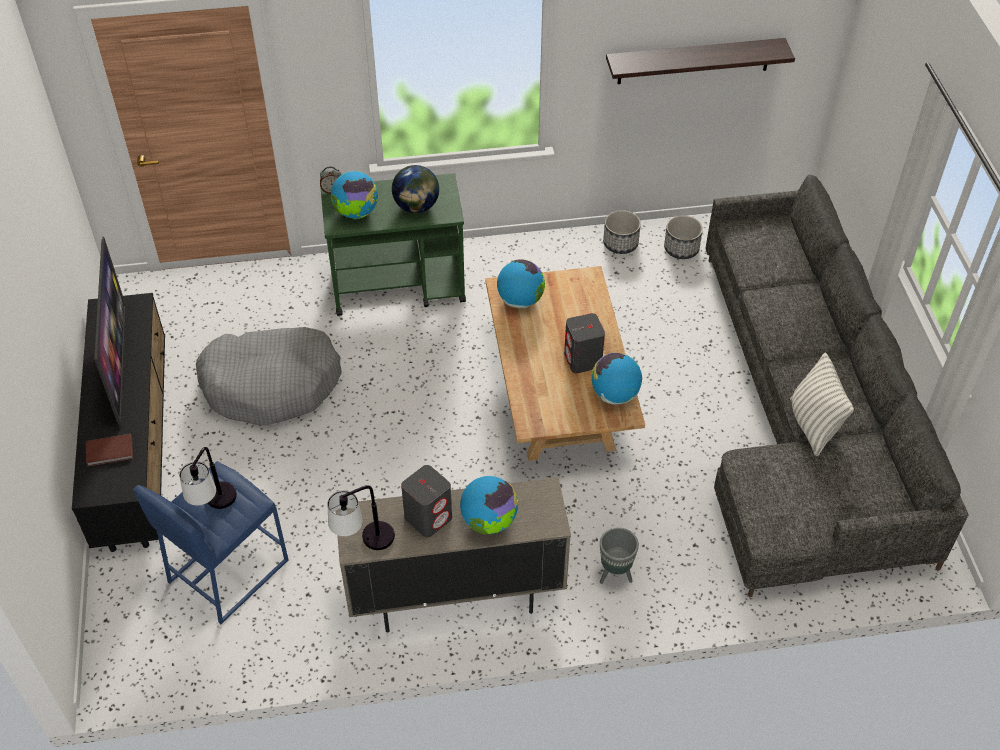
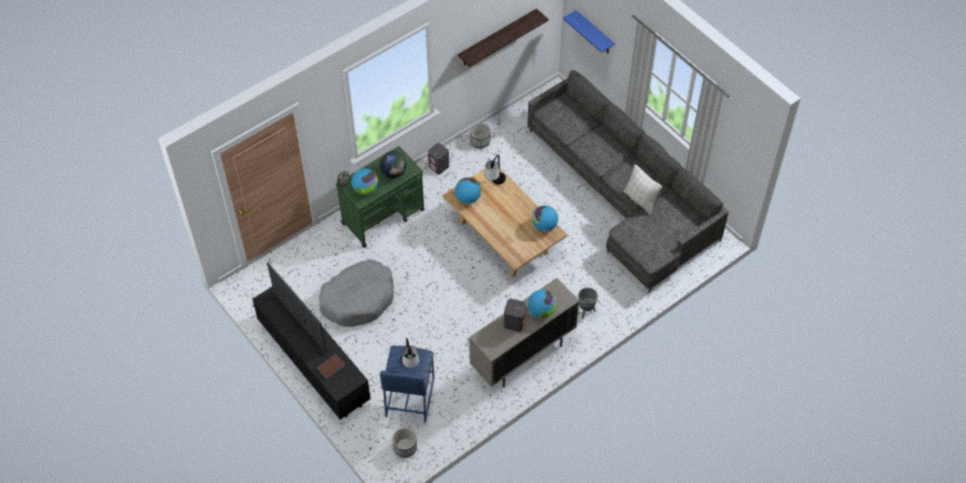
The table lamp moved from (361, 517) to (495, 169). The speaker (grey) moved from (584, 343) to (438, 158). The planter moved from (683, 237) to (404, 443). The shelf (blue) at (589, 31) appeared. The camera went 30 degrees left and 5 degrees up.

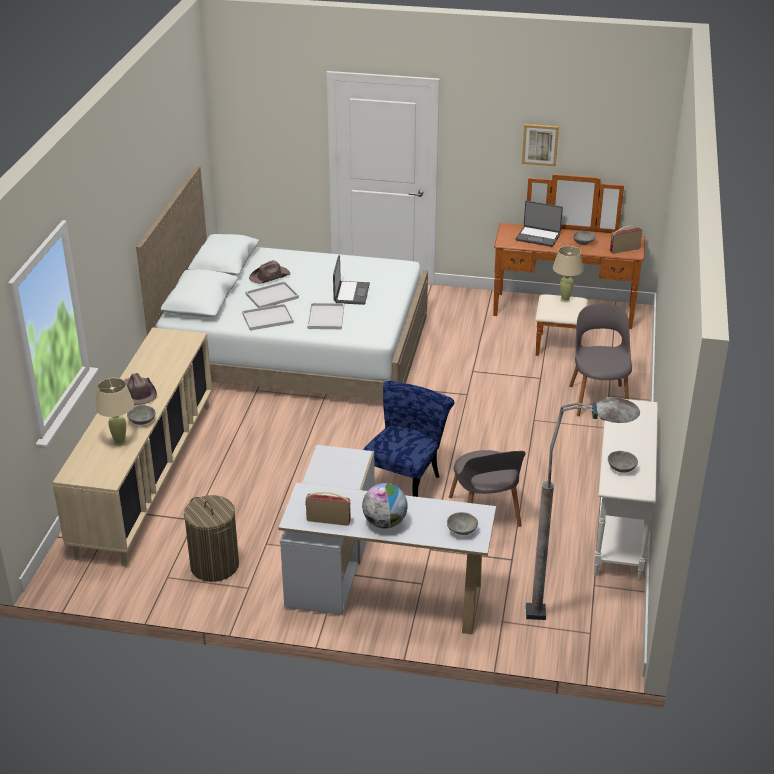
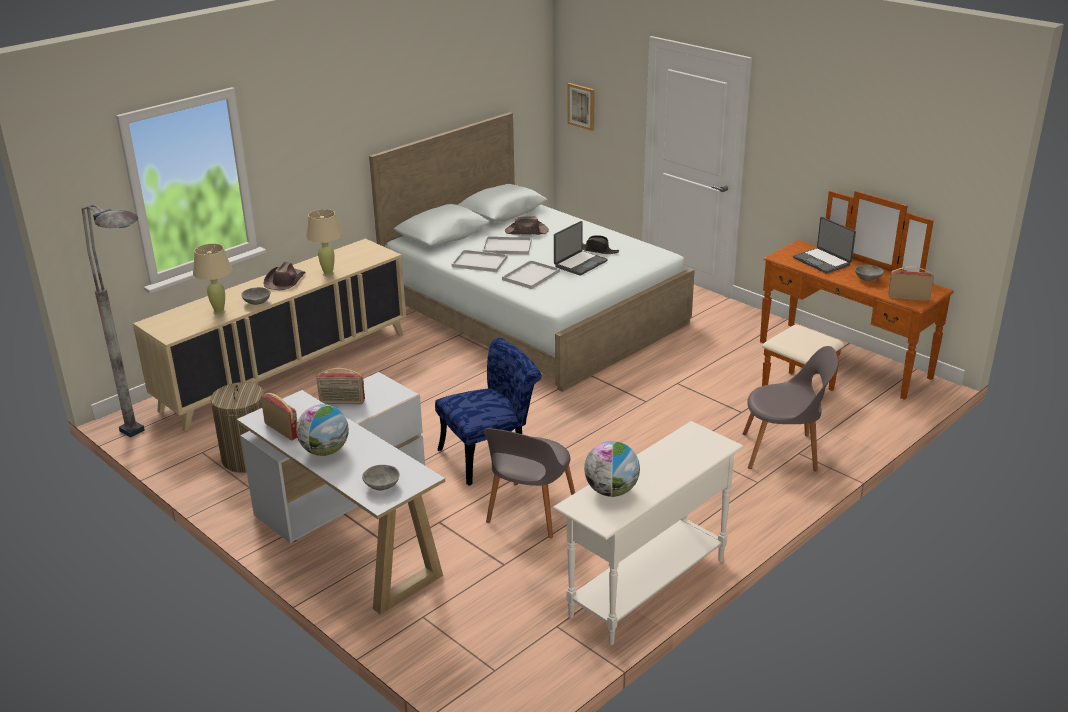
The picture moved from (540, 145) to (581, 107). The floor lamp (grey) moved from (583, 509) to (113, 321). The table lamp (beige) moved from (568, 274) to (324, 242). The chair (grey) at (600, 360) turned 60 degrees clockwise. The bowl (grey) at (623, 462) was replaced by the globe at (612, 469). The radio at (341, 386) appeared. The hat (black) at (600, 244) appeared. The camera went 35 degrees right and 5 degrees down.

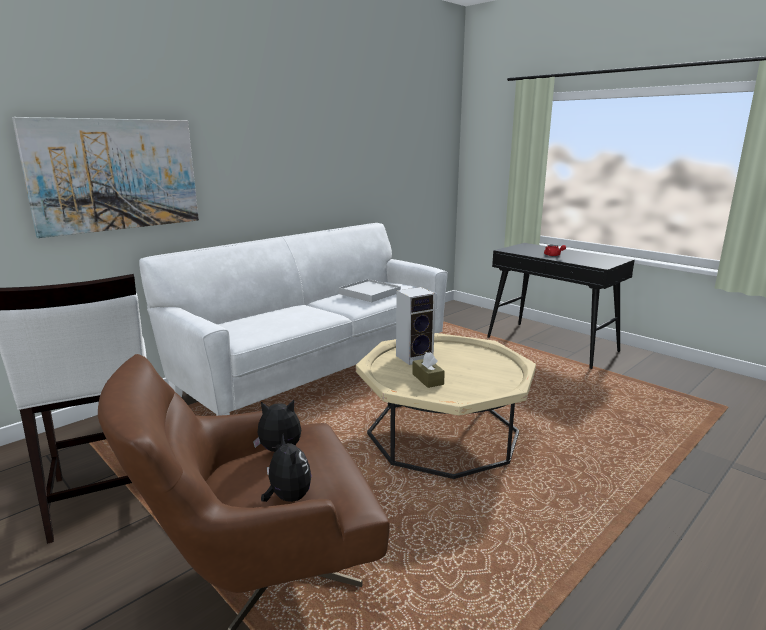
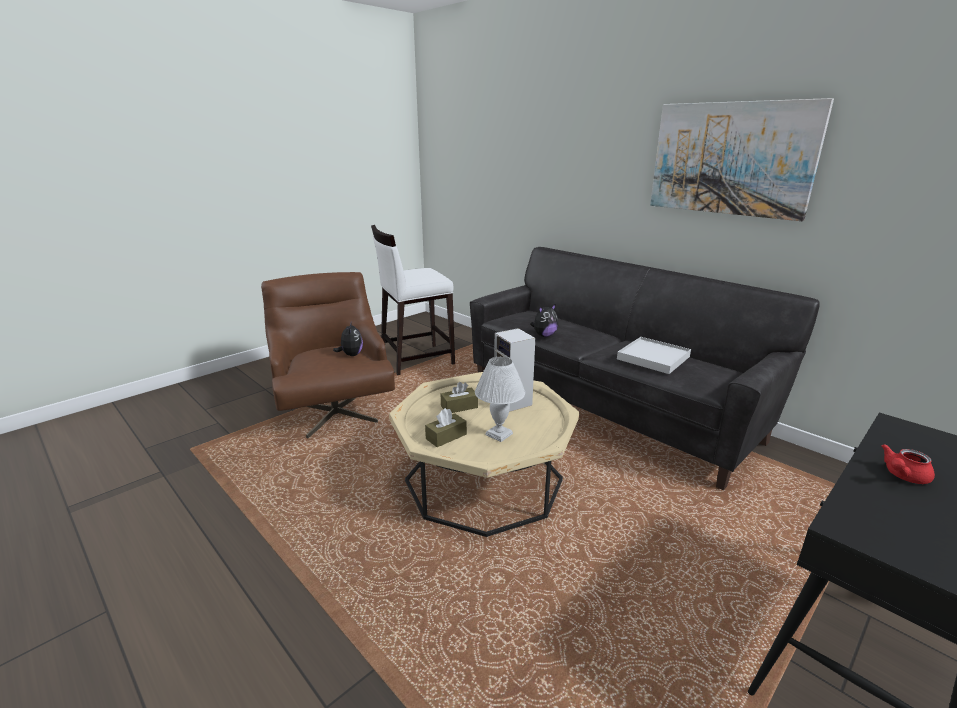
The picture moved from (105, 177) to (742, 159). The sofa (white) at (293, 319) became the sofa (black) at (645, 368). The plush toy moved from (286, 468) to (544, 320). The tissue box (brown) at (446, 427) appeared. The table lamp (white) at (500, 399) appeared. The camera went 90 degrees right and 5 degrees up.

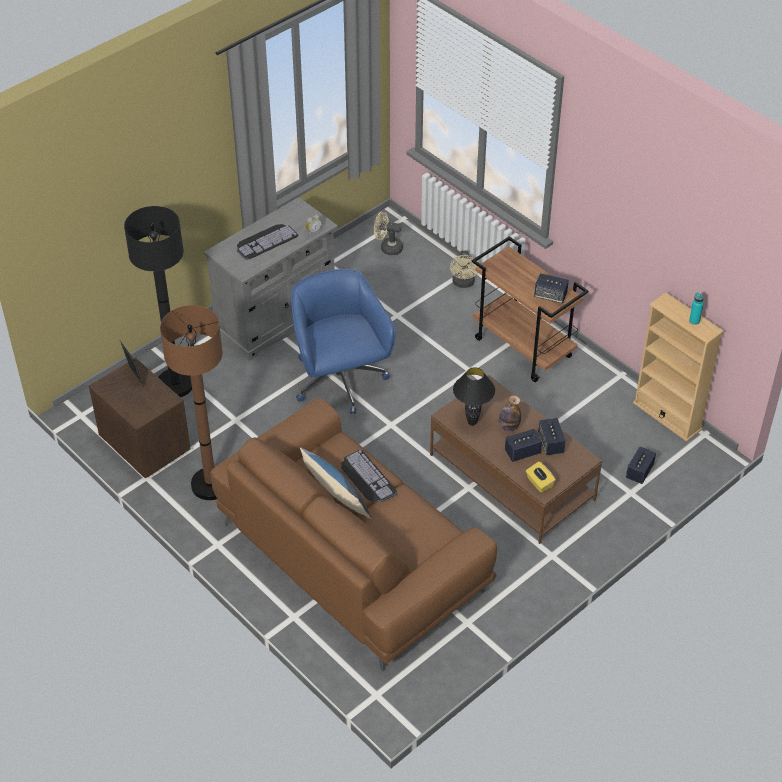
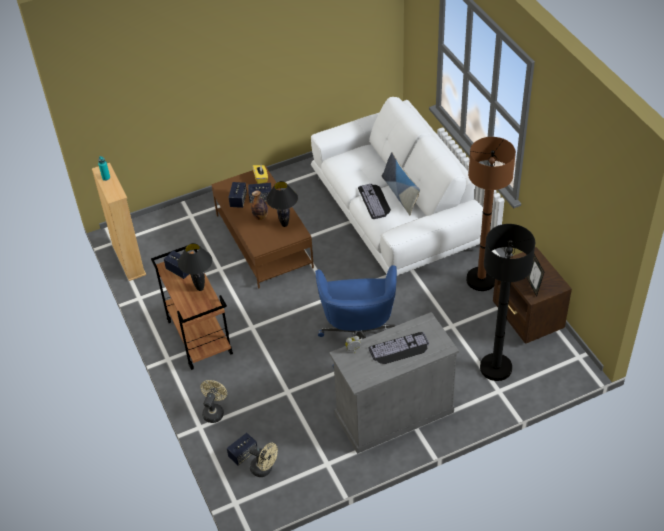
The sofa (brown) at (353, 535) became the sofa (white) at (397, 186). The speaker moved from (641, 465) to (242, 449). The table lamp (black) at (195, 267) appeared. The camera went 160 degrees left and 0 degrees up.

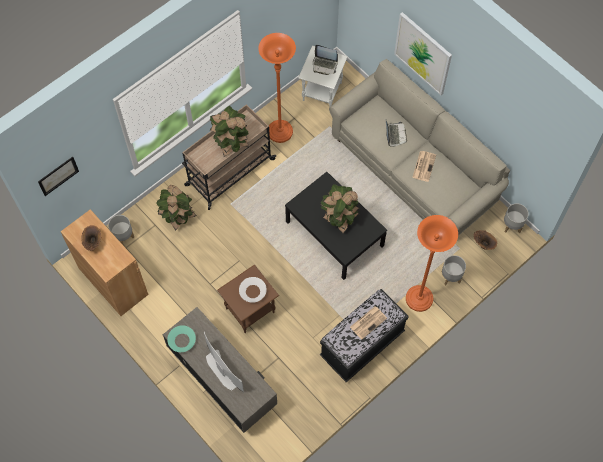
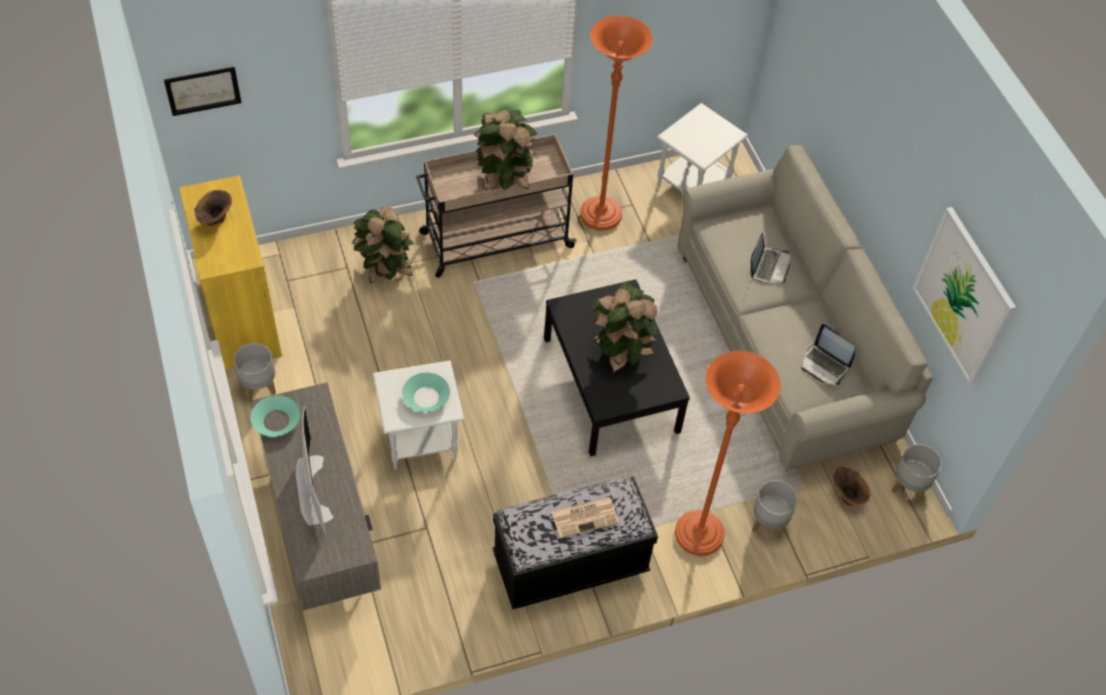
The cabinet (brown) at (105, 262) became the cabinet (yellow) at (230, 272). The planter (grey) moved from (121, 230) to (255, 372). The side table (brown) at (248, 299) became the side table (white) at (418, 415). The bowl (white) at (253, 290) became the bowl (turquoise) at (426, 392). The laptop moved from (325, 60) to (828, 354). The picture moved from (423, 53) to (964, 296). The newspaper at (424, 166) disappeared. The camera went 20 degrees right and 10 degrees down.

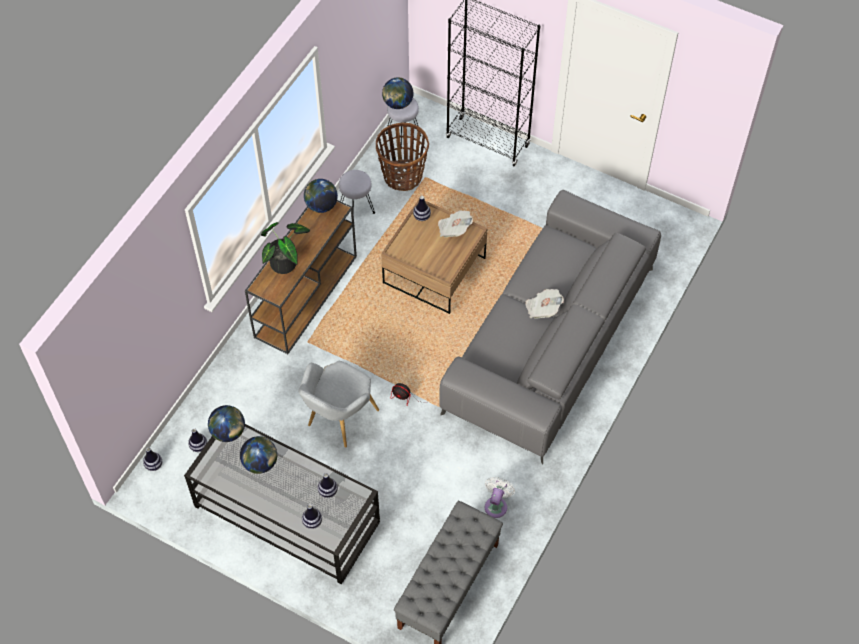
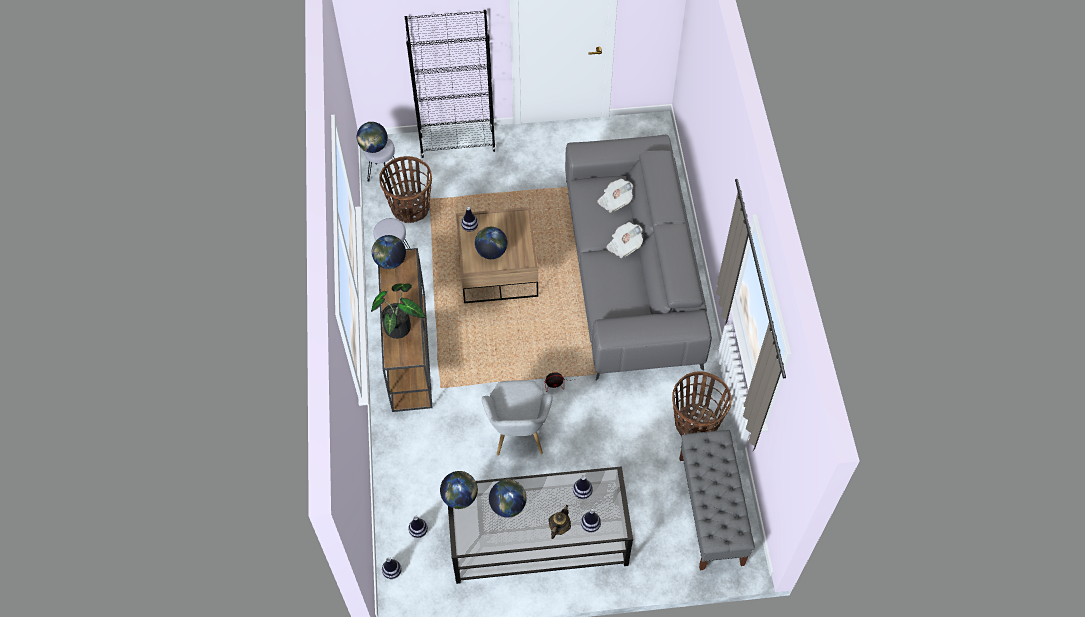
The newspaper moved from (455, 223) to (615, 196). The fan (white) at (500, 497) was replaced by the basket at (702, 403). The globe at (491, 243) appeared. The teapot at (559, 522) appeared. The camera went 35 degrees left and 0 degrees up.

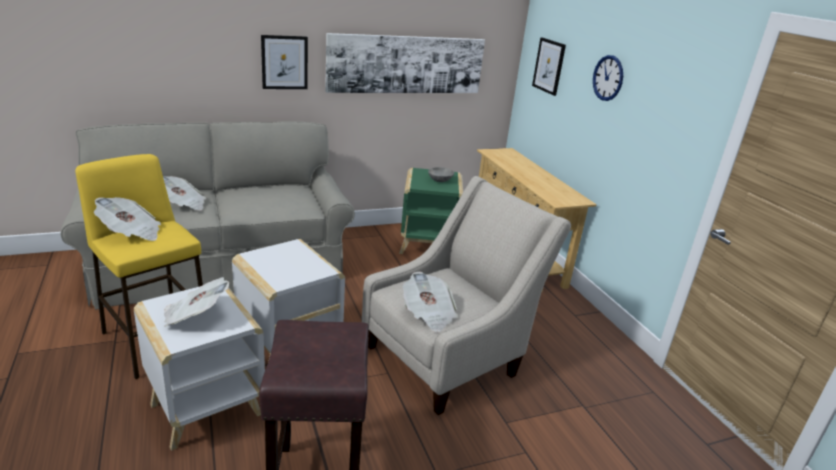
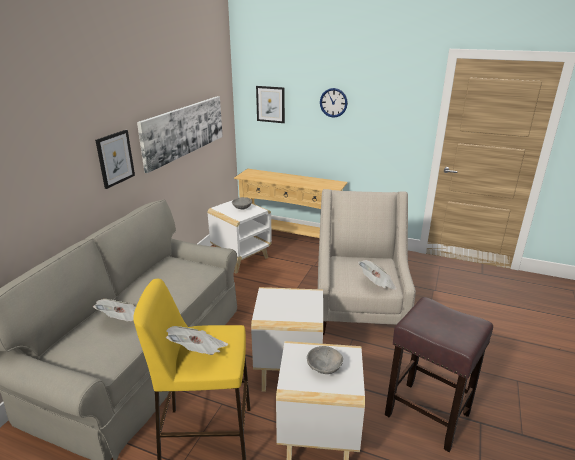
The newspaper at (196, 302) was replaced by the bowl (grey) at (325, 360). The side table (green) at (431, 211) became the side table (white) at (239, 237). The camera went 45 degrees left and 0 degrees up.

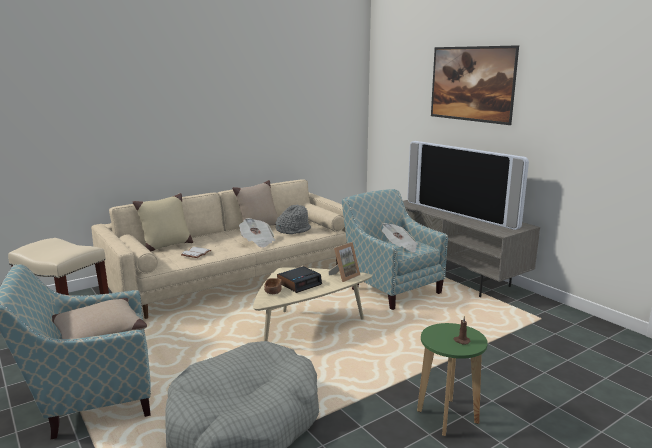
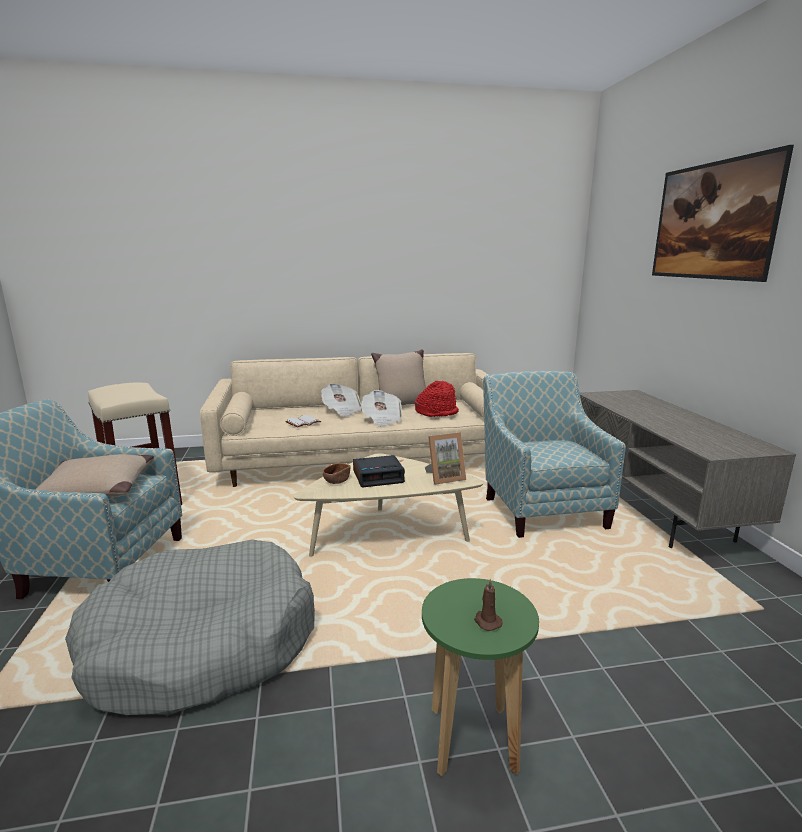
The pillow (beige) at (162, 222) disappeared. The hat (grey) at (293, 219) became the hat (red) at (437, 399). The newspaper moved from (400, 237) to (341, 400). The television at (468, 185) disappeared. The camera went 25 degrees right and 0 degrees up.

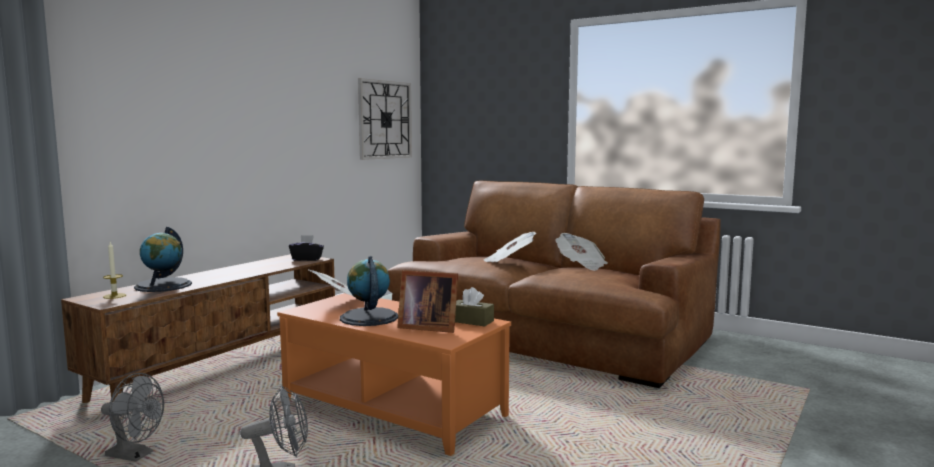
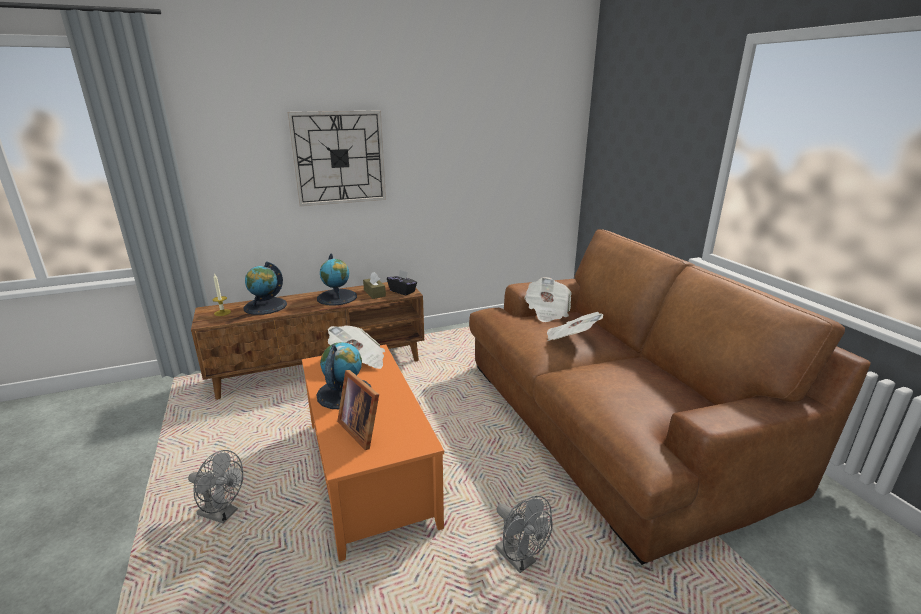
The fan (grey) moved from (132, 417) to (523, 534). The wall clock moved from (385, 119) to (336, 158). The tissue box (brown) moved from (474, 306) to (374, 285). The newspaper moved from (581, 252) to (548, 299). The globe at (337, 280) appeared. The camera went 35 degrees right and 15 degrees up.

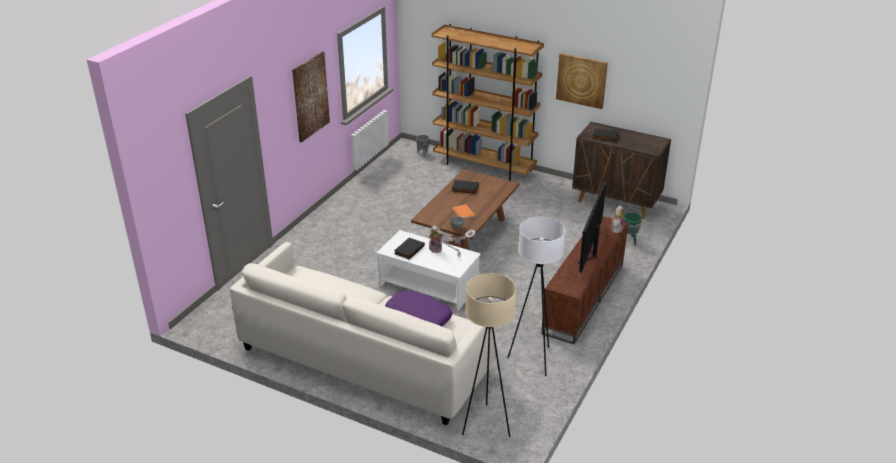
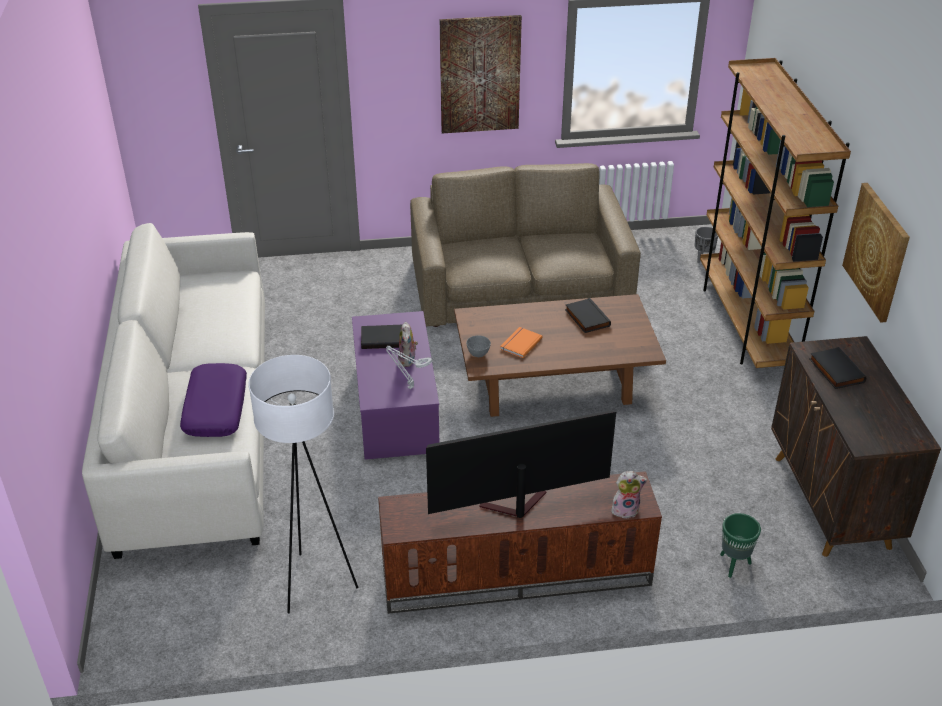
The coffee table (white) at (429, 270) became the coffee table (purple) at (395, 385). The floor lamp (beige) at (489, 355) disappeared. The sofa (brown) at (525, 245) appeared. The camera went 55 degrees right and 5 degrees up.

